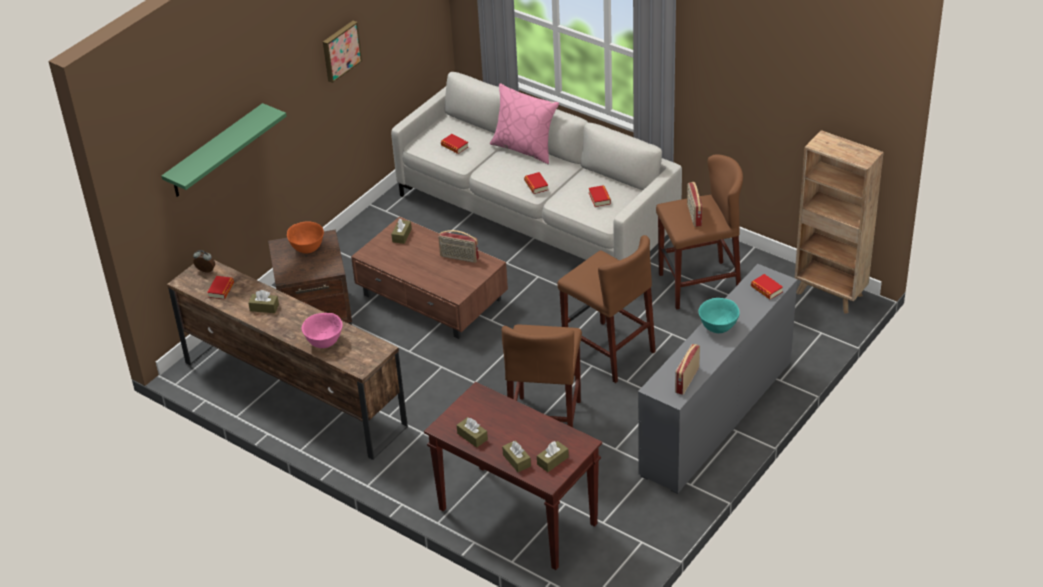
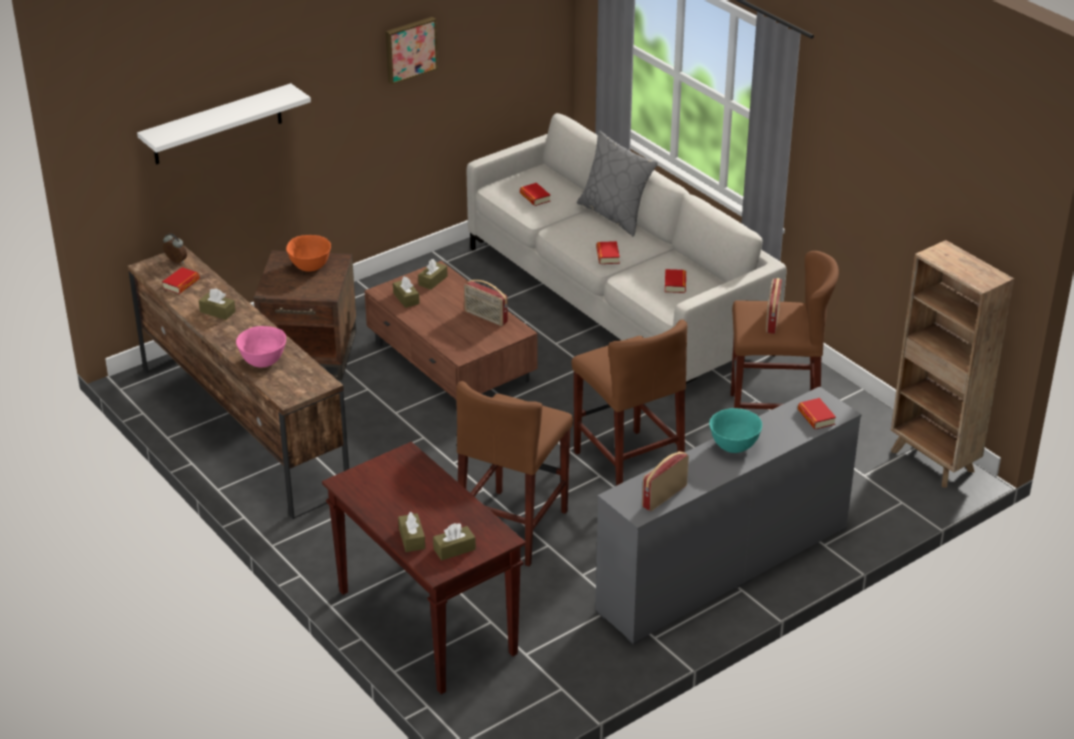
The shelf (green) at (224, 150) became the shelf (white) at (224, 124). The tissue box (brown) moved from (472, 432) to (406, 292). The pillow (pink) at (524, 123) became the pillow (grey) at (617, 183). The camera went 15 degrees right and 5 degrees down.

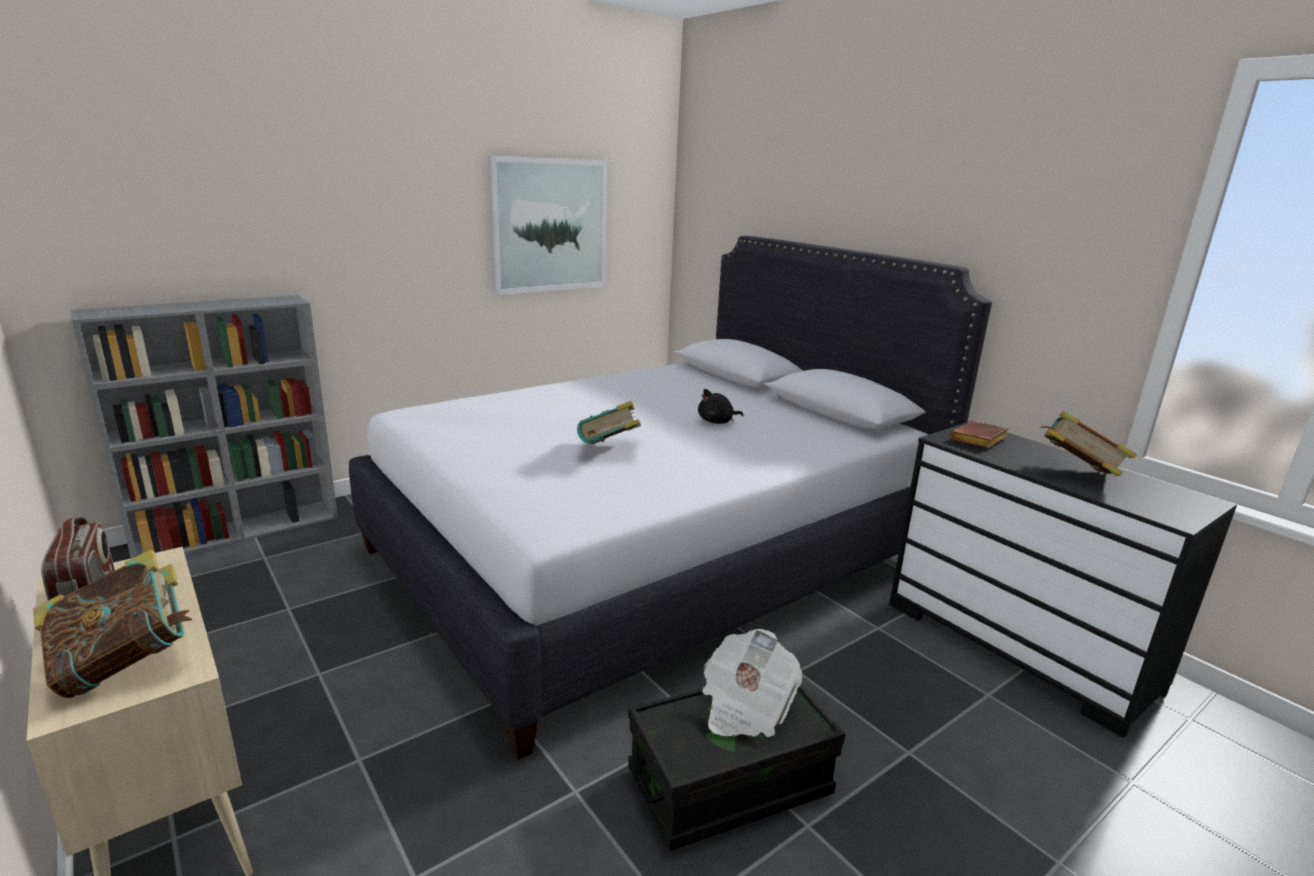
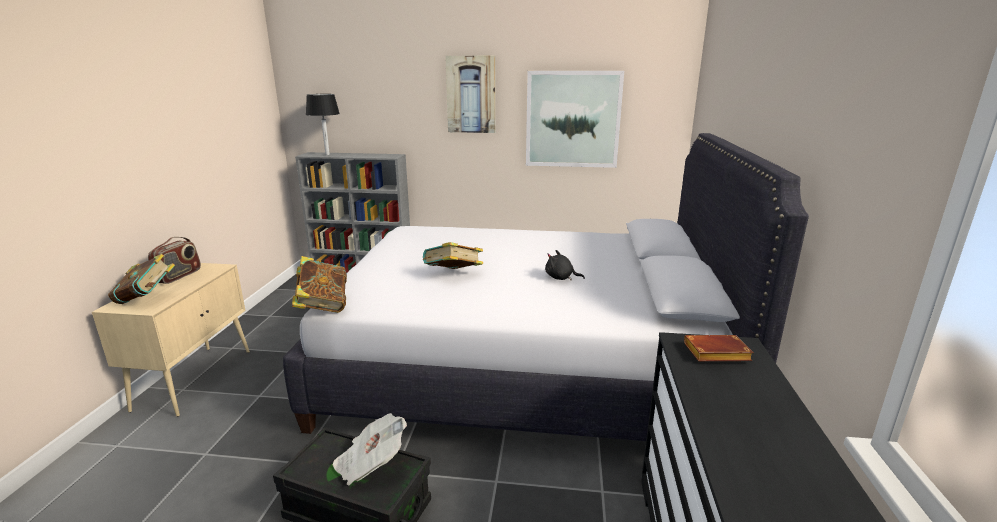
The book moved from (1088, 443) to (319, 284). The table lamp (black) at (323, 124) appeared. The picture at (470, 94) appeared. The camera went 45 degrees right and 0 degrees up.

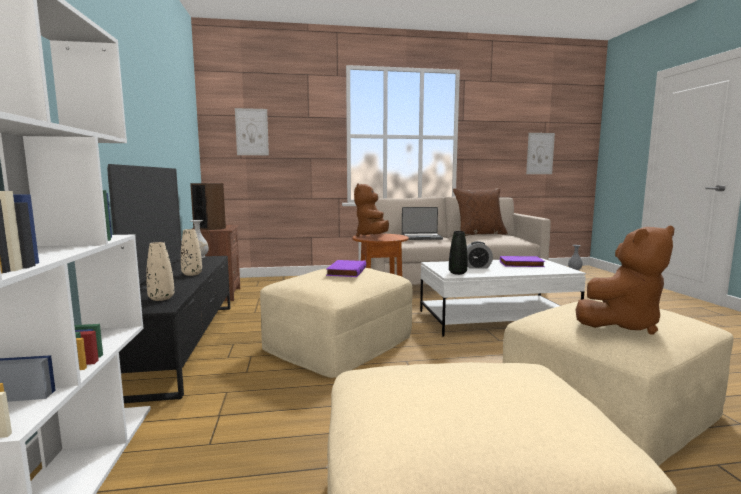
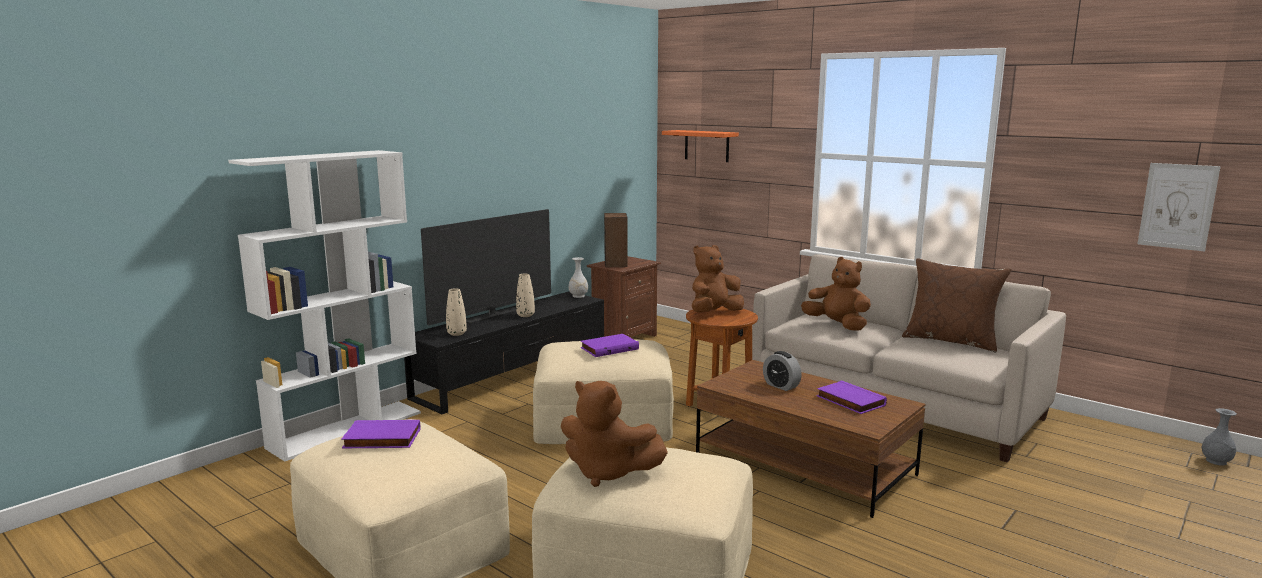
The picture at (252, 131) was replaced by the shelf (orange) at (700, 146). The laptop at (422, 223) was replaced by the plush toy (brown) at (836, 294). The coffee table (white) at (503, 297) became the coffee table (brown) at (811, 439). The vase (black) at (458, 253) disappeared. The book (purple) at (380, 434) appeared. The camera went 50 degrees right and 5 degrees up.

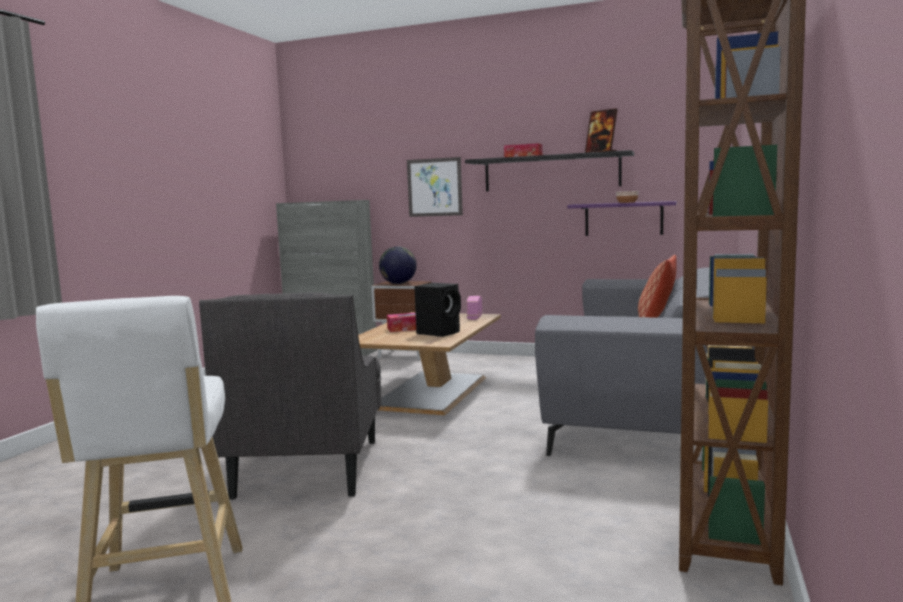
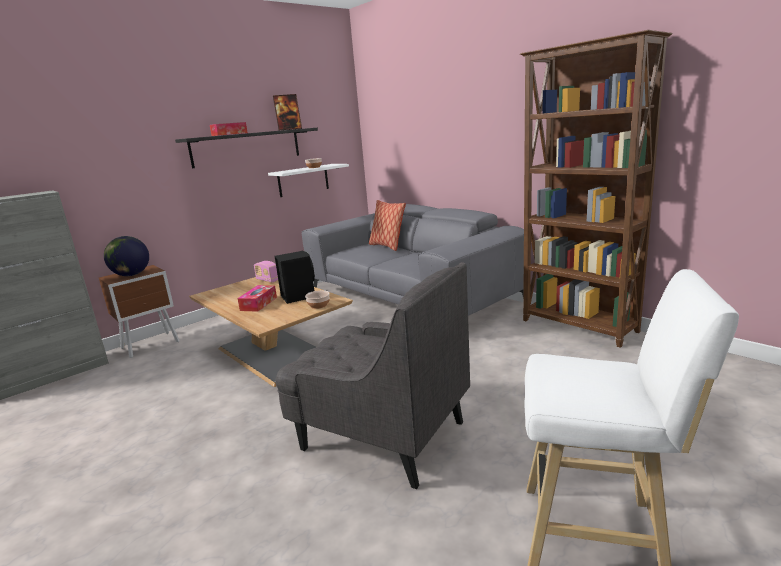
The picture at (435, 187) disappeared. The shelf (purple) at (622, 218) became the shelf (white) at (308, 180). The bowl at (317, 299) appeared. The camera went 60 degrees left and 10 degrees up.

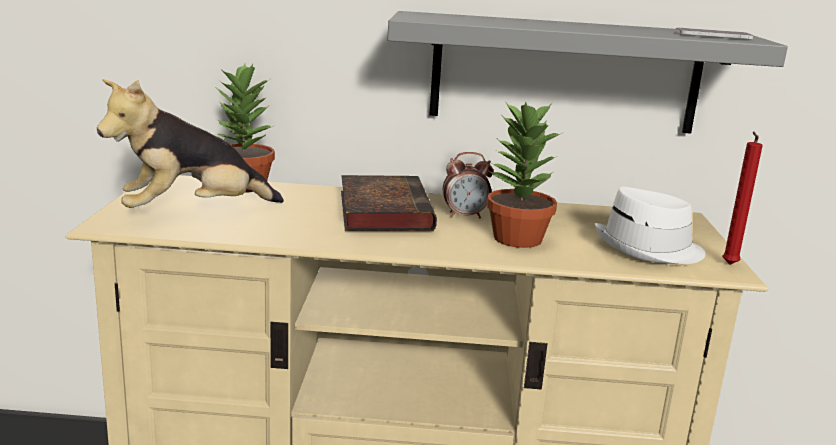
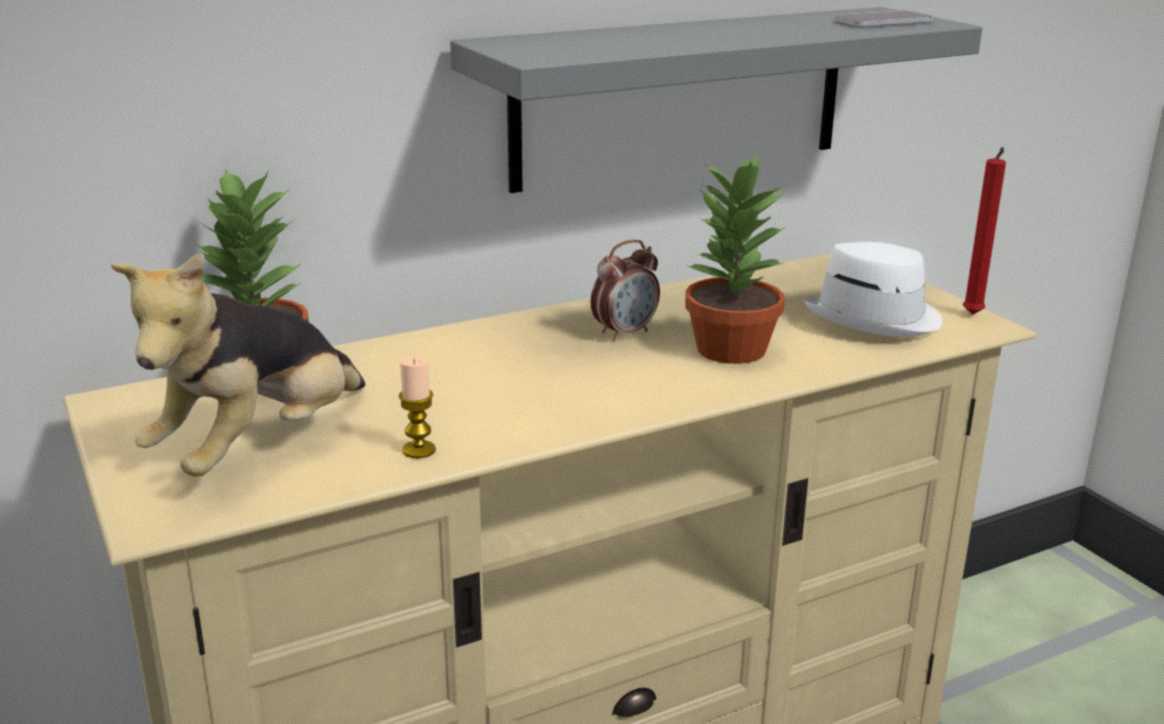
The book at (389, 203) disappeared. The candle at (417, 408) appeared. The camera went 30 degrees left and 5 degrees up.

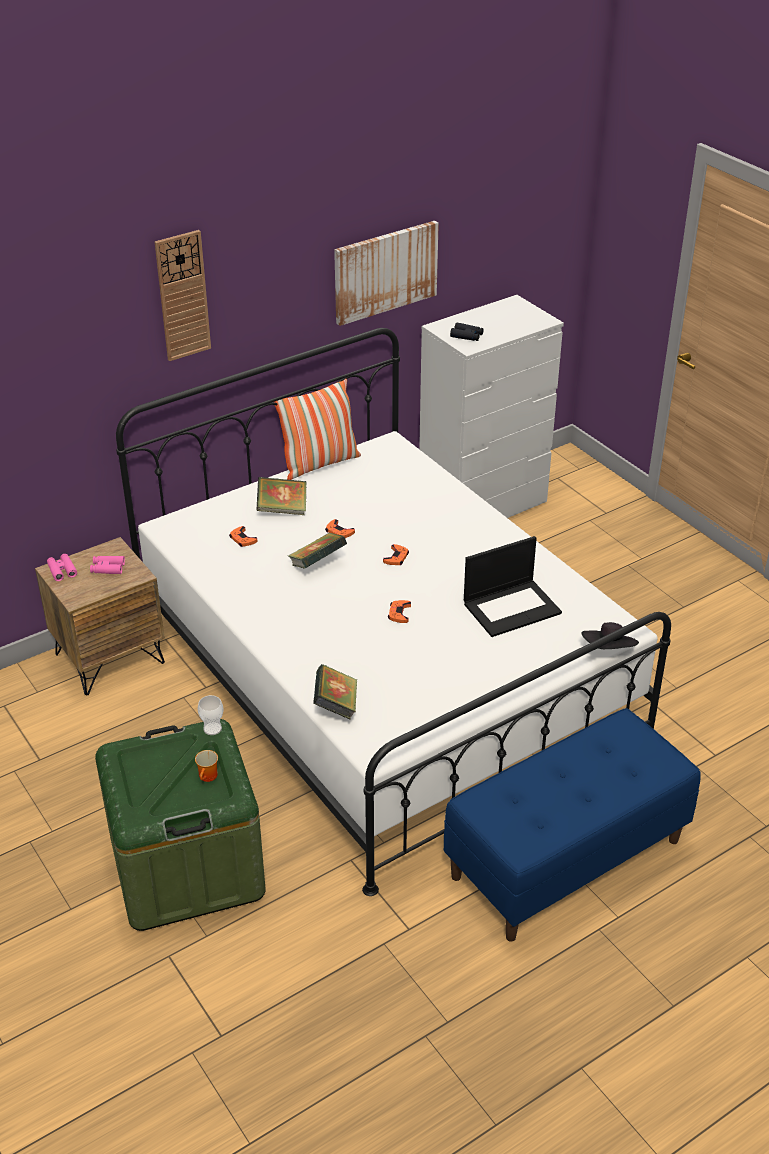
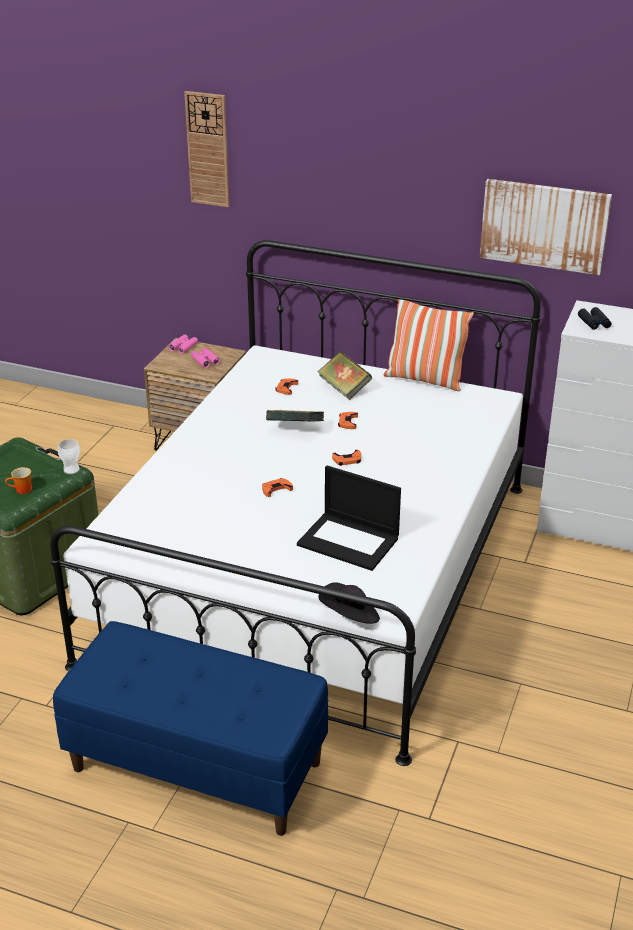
The wall clock moved from (183, 295) to (207, 149). The book at (335, 691) disappeared. The camera went 55 degrees right and 5 degrees down.

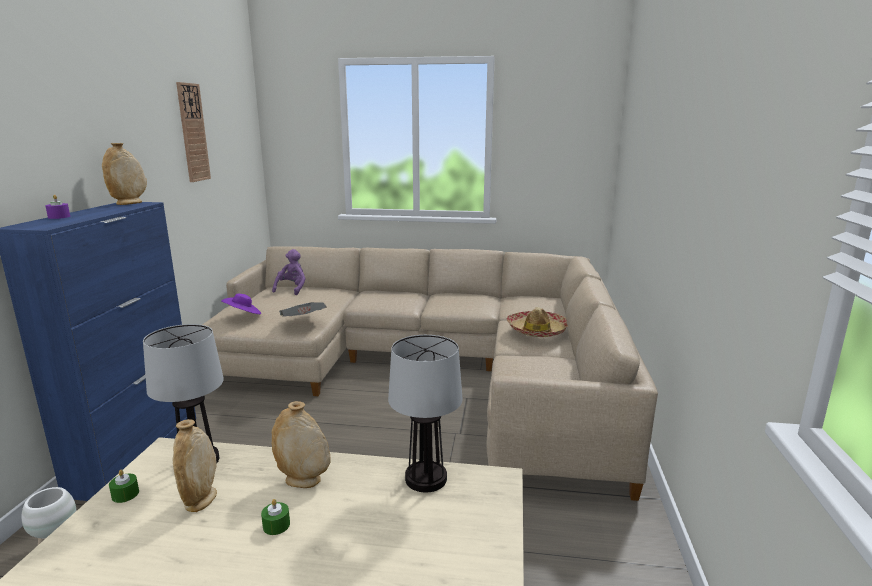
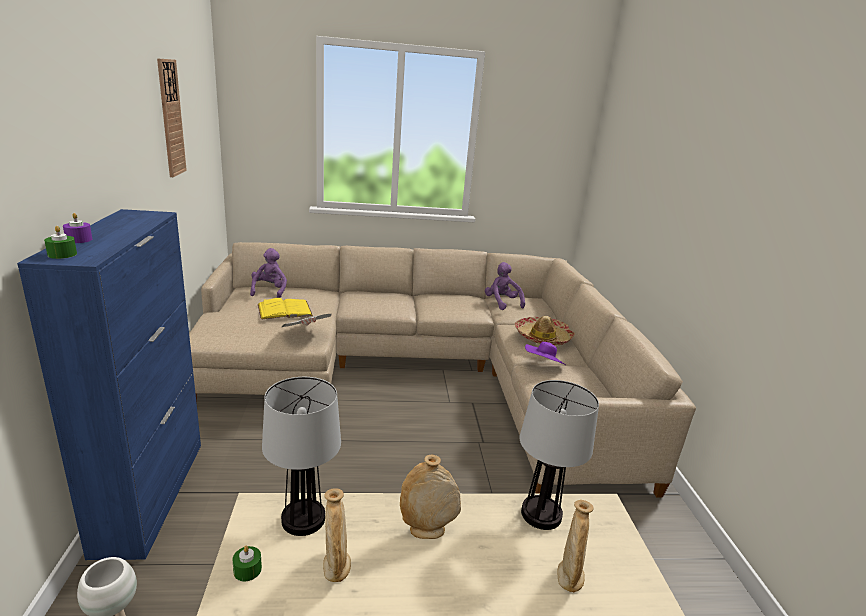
The vase (beige) moved from (124, 174) to (575, 546). The hat (purple) moved from (241, 303) to (545, 353). The candle (green) moved from (275, 517) to (60, 242). The book (yellow) at (285, 309) appeared. The plush toy (purple) at (505, 286) appeared. The camera went 15 degrees left and 5 degrees up.

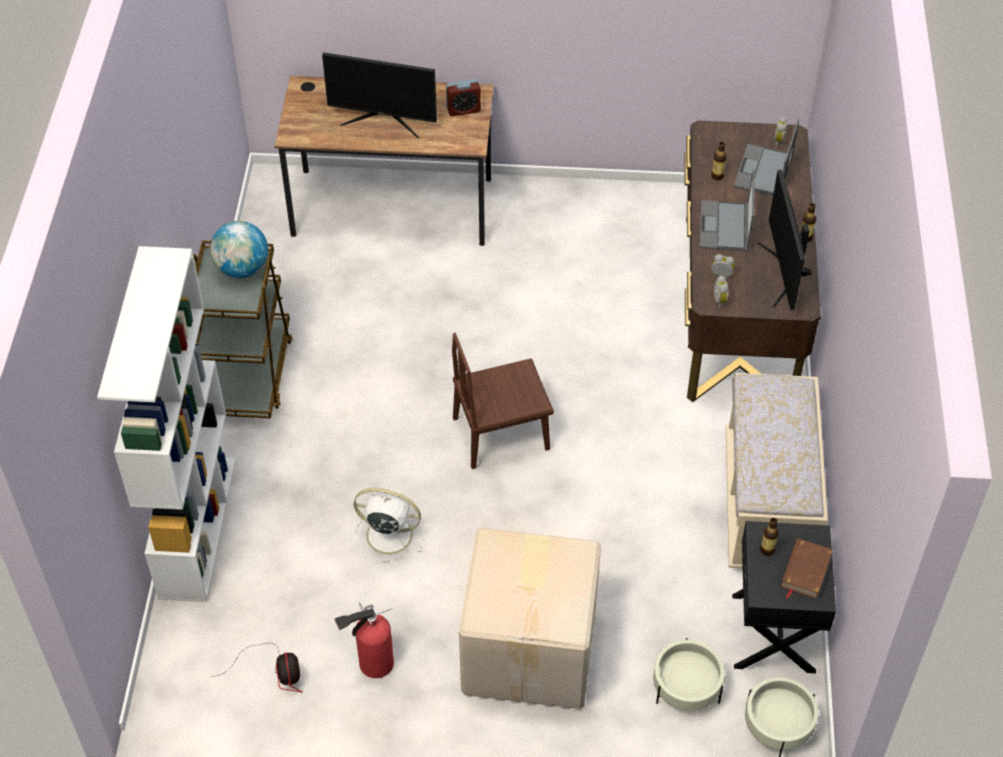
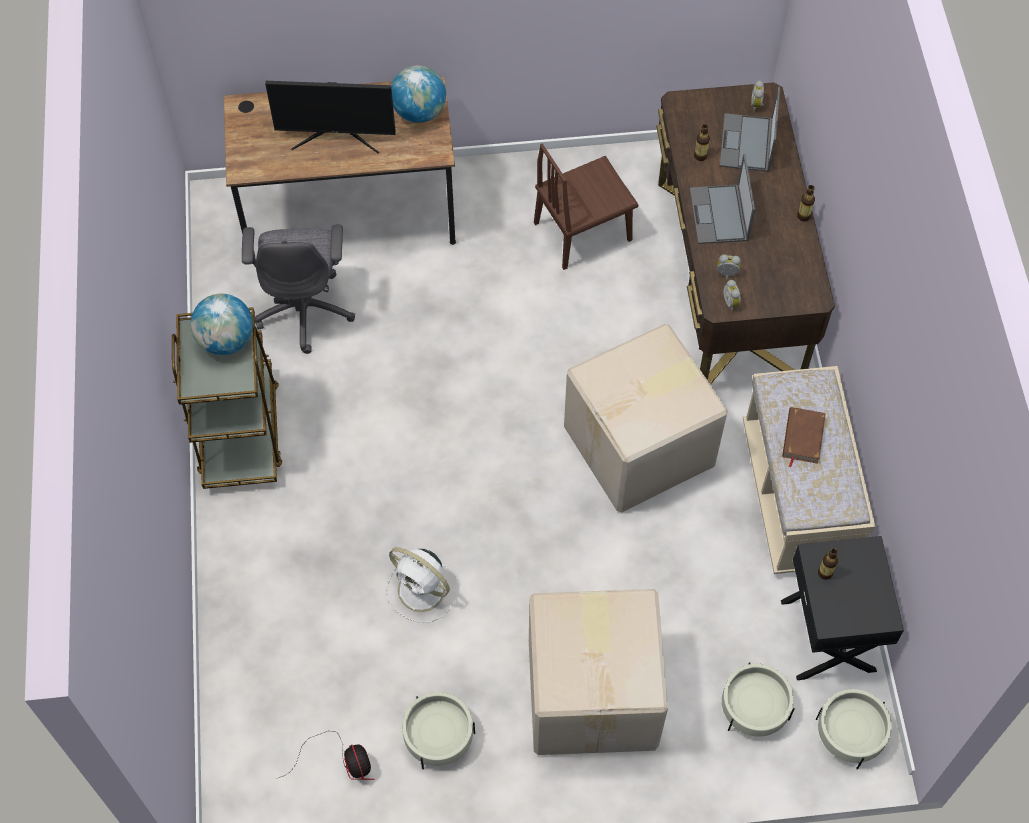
The bookcase (white) at (166, 424) disappeared. The fire extinguisher at (364, 640) was replaced by the planter (beige) at (438, 730). The fan (white) at (388, 525) turned 150 degrees counterclockwise. The alarm clock at (463, 97) was replaced by the globe at (418, 94). The chair (brown) moved from (503, 401) to (586, 207). The monitor at (785, 240) disappeared. The book (brown) moved from (807, 568) to (804, 437). The office chair (grey) at (298, 289) appeared. The cardboard box at (646, 418) appeared. The camera went 10 degrees left and 10 degrees up.

